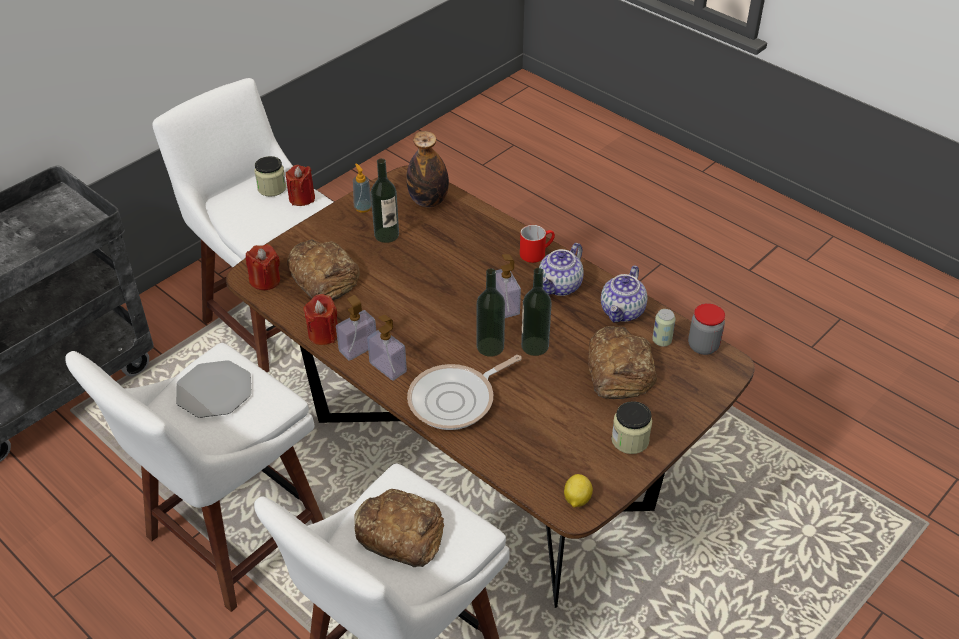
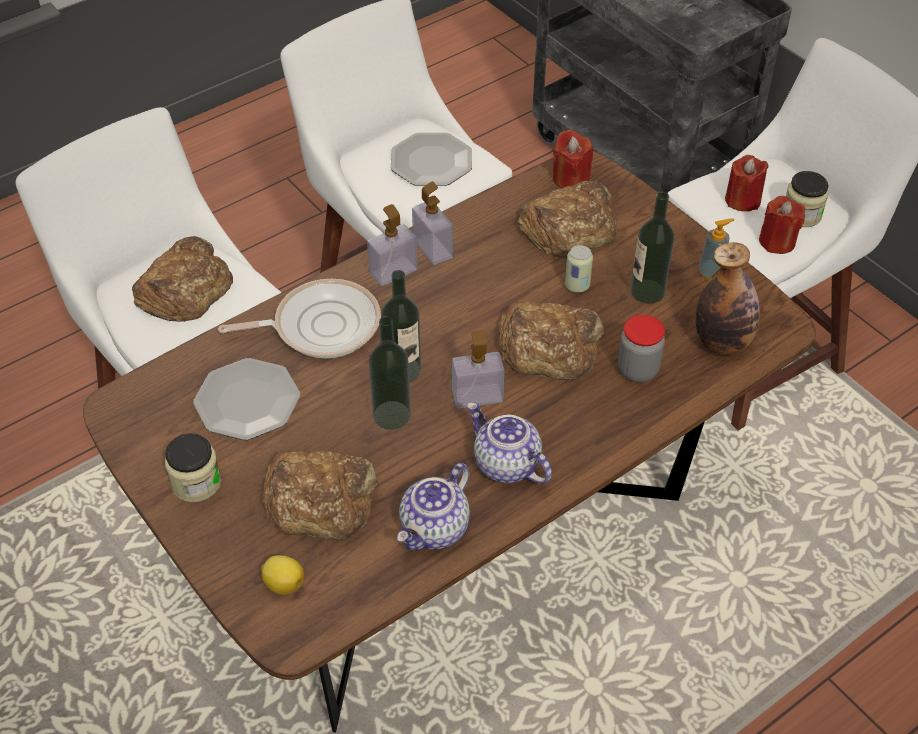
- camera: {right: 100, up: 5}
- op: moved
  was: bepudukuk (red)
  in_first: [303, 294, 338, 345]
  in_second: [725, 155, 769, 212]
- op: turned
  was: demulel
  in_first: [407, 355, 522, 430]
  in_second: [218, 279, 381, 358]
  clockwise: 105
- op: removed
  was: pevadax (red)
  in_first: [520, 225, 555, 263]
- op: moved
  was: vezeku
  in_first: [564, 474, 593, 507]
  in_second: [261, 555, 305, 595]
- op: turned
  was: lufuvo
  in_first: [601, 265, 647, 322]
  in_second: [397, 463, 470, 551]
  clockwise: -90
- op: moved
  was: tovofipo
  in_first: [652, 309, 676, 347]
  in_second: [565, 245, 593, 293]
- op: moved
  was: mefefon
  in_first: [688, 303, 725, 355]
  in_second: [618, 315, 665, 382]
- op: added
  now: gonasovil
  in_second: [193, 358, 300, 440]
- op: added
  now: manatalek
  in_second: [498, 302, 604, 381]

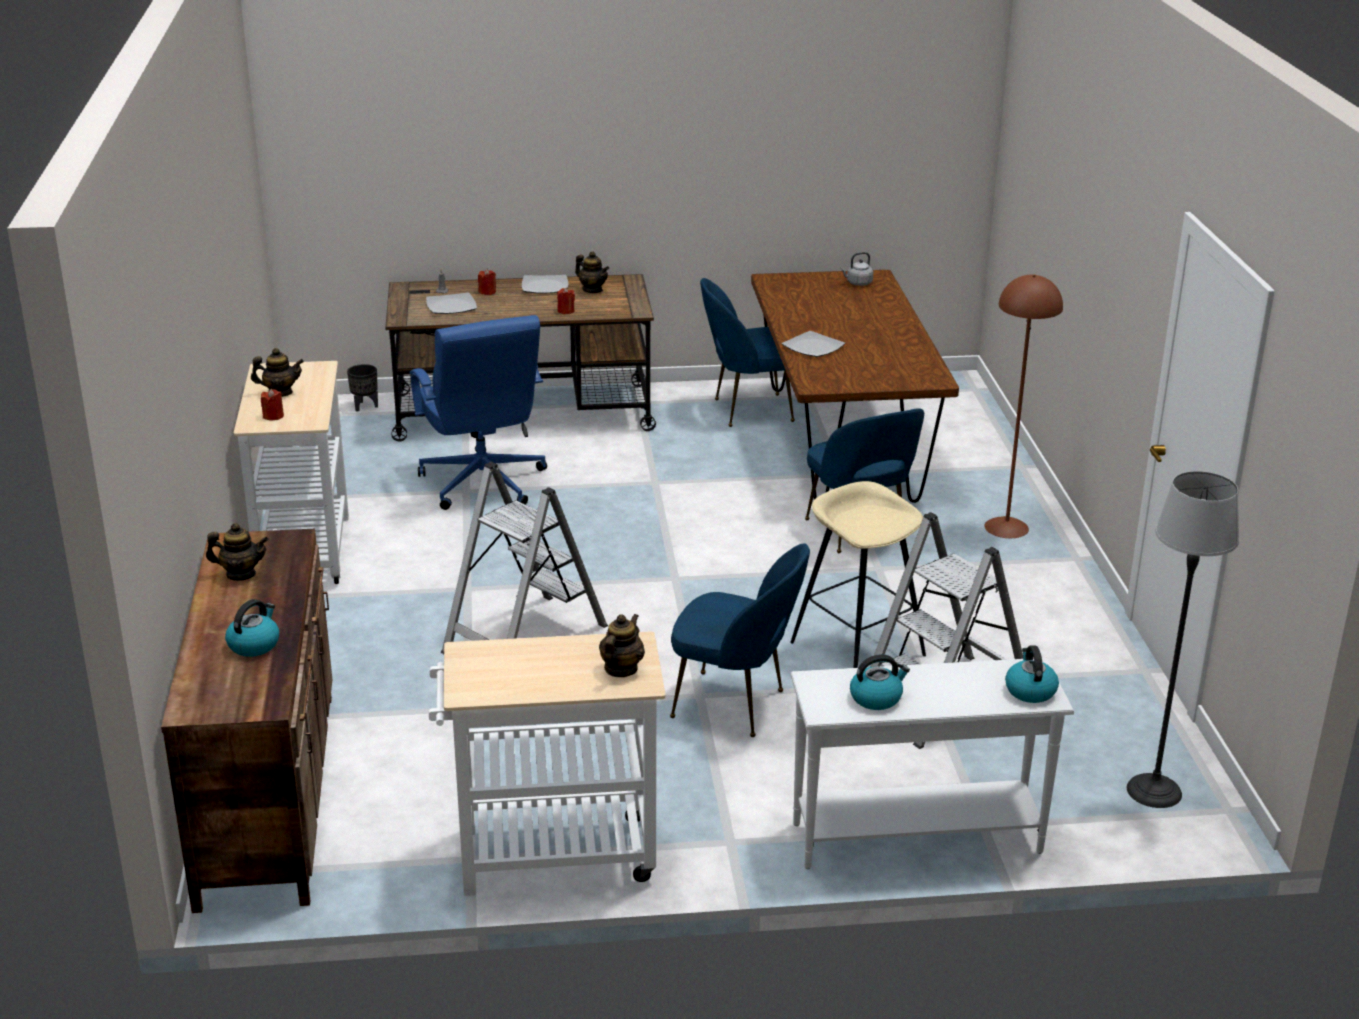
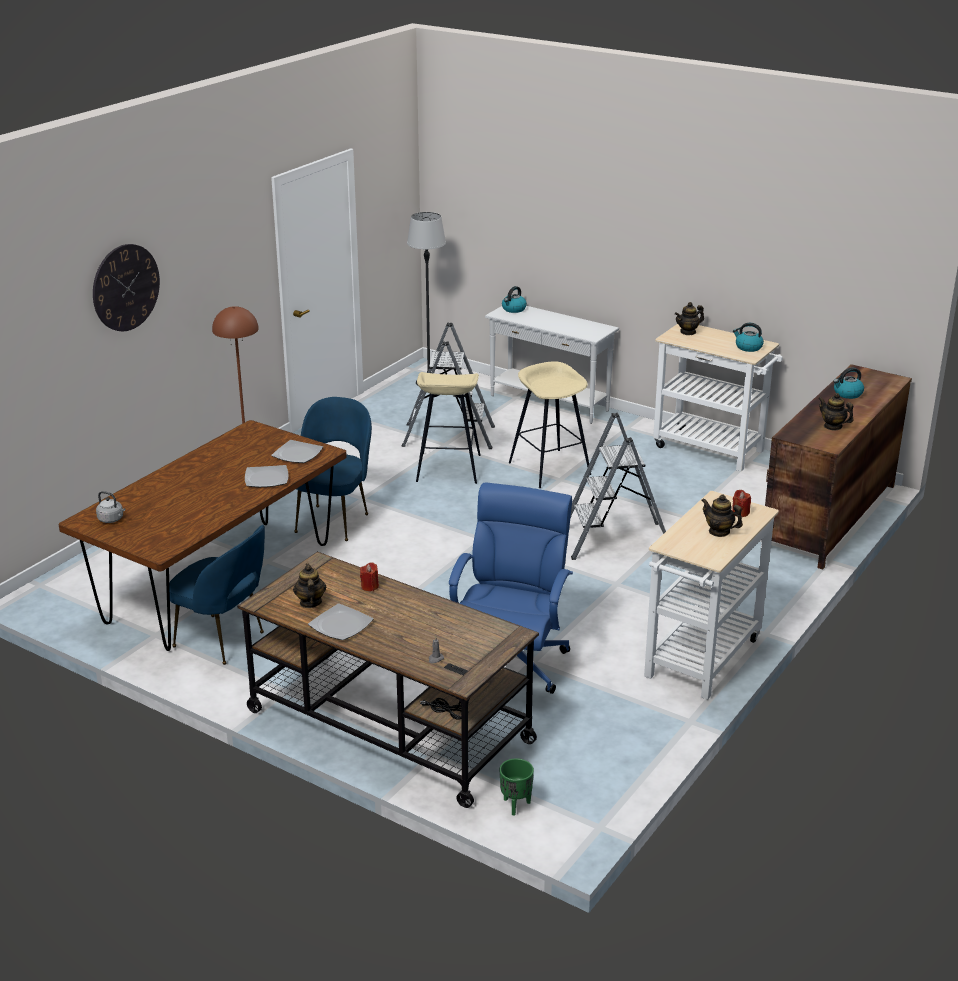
- camera: {right: -140, up: 0}
- op: recoloured
  was: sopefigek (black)
  now: sopefigek (green)
  in_first: [347, 364, 378, 412]
  in_second: [499, 758, 534, 816]
- op: moved
  was: gonasovil
  in_first: [426, 293, 477, 314]
  in_second: [271, 440, 323, 463]
- op: removed
  was: bepudukuk (red)
  in_first: [478, 269, 496, 295]
- op: replaced
  was: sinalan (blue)
  now: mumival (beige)
  in_first: [670, 543, 810, 737]
  in_second: [509, 361, 591, 488]
- op: moved
  was: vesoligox
  in_first: [850, 654, 910, 710]
  in_second: [733, 323, 764, 352]
- op: added
  now: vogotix
  in_second: [93, 244, 160, 331]

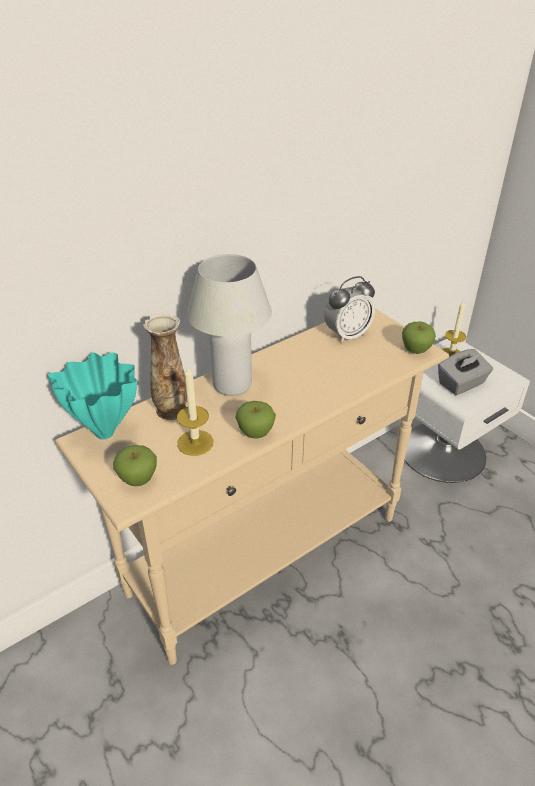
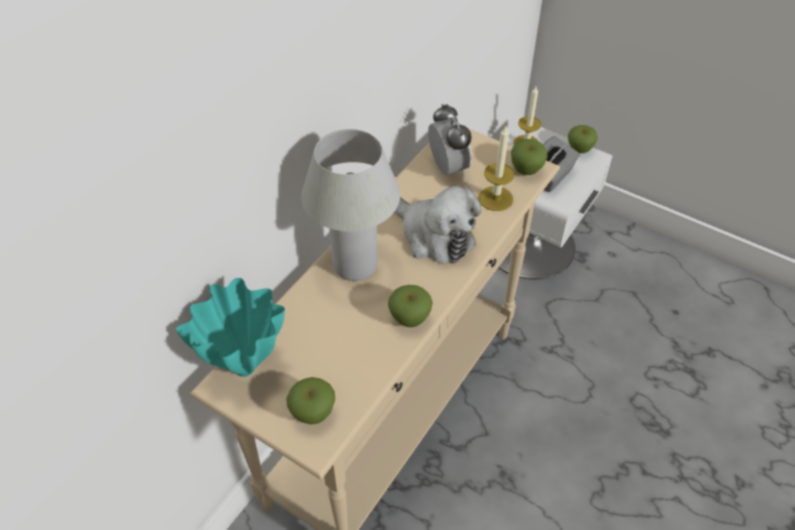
- camera: {right: -20, up: 10}
- op: removed
  was: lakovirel
  in_first: [143, 313, 187, 420]
- op: moved
  was: bepudukuk
  in_first: [177, 366, 213, 456]
  in_second: [479, 125, 515, 211]
- op: turned
  was: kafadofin
  in_first: [324, 276, 375, 343]
  in_second: [428, 104, 472, 176]
  clockwise: -60
- op: added
  now: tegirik
  in_second: [394, 186, 482, 264]
- op: added
  now: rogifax
  in_second: [568, 125, 598, 153]

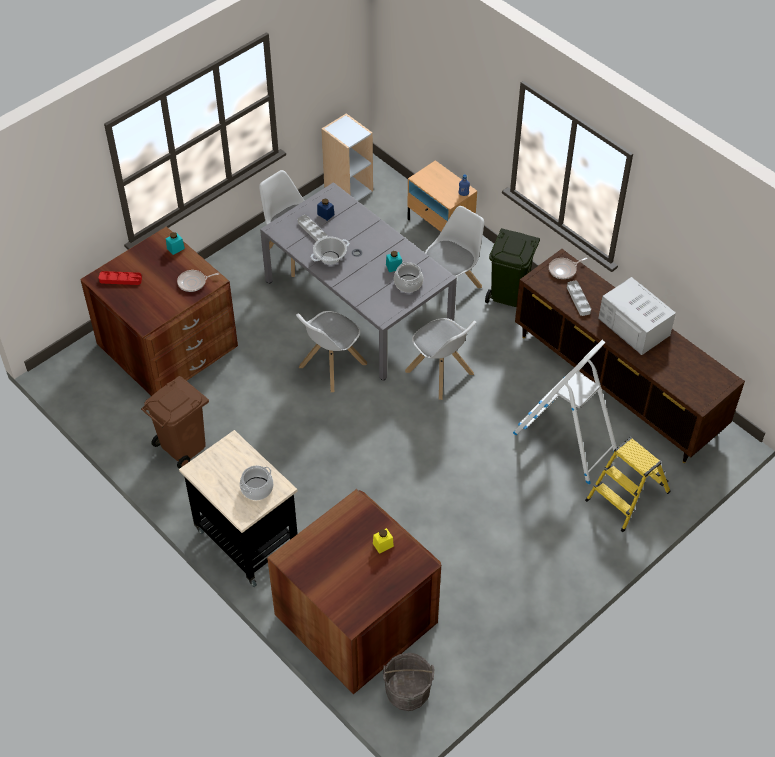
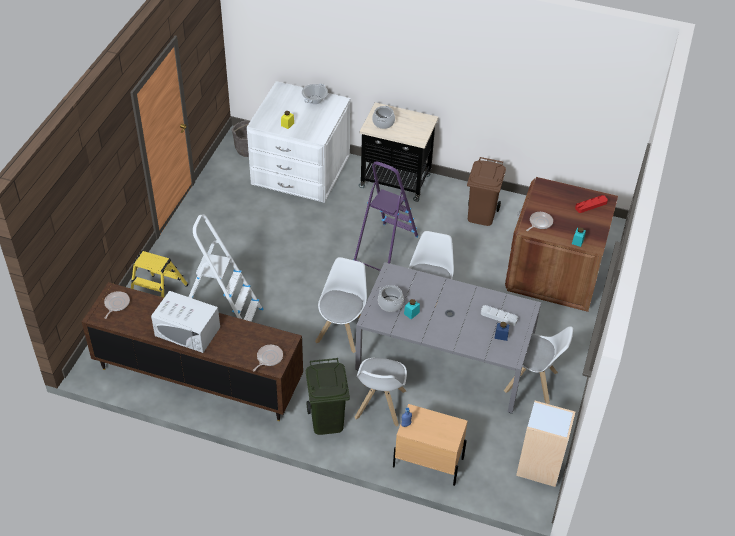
- camera: {right: 150, up: -5}
- op: recoloured
  was: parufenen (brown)
  now: parufenen (white)
  in_first: [267, 489, 441, 694]
  in_second: [247, 81, 351, 203]
- op: moved
  was: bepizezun
  in_first: [310, 236, 350, 265]
  in_second: [302, 84, 328, 104]
- op: turned
  was: sinalan
  in_first: [405, 318, 476, 400]
  in_second: [315, 257, 367, 353]
  clockwise: 90
- op: removed
  was: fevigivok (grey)
  in_first: [567, 281, 591, 316]
- op: added
  now: demulel
  in_second: [104, 291, 130, 319]
- op: added
  now: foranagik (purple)
  in_second: [353, 161, 418, 271]

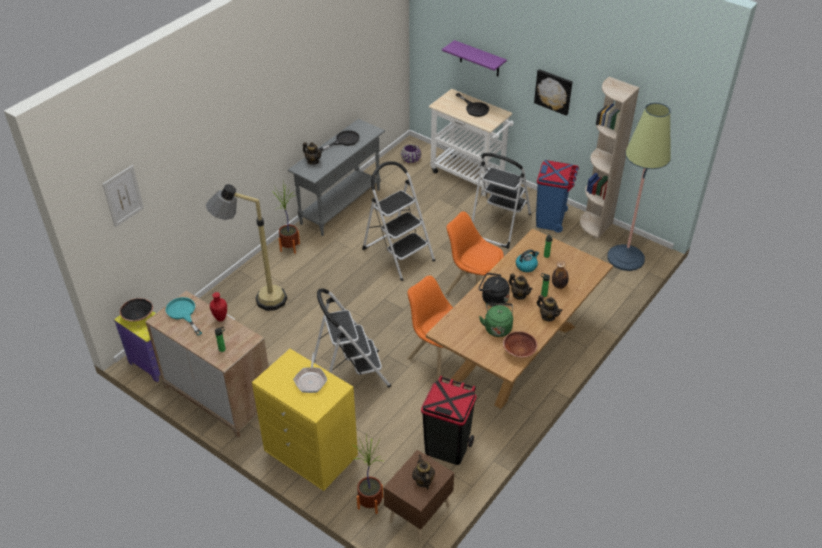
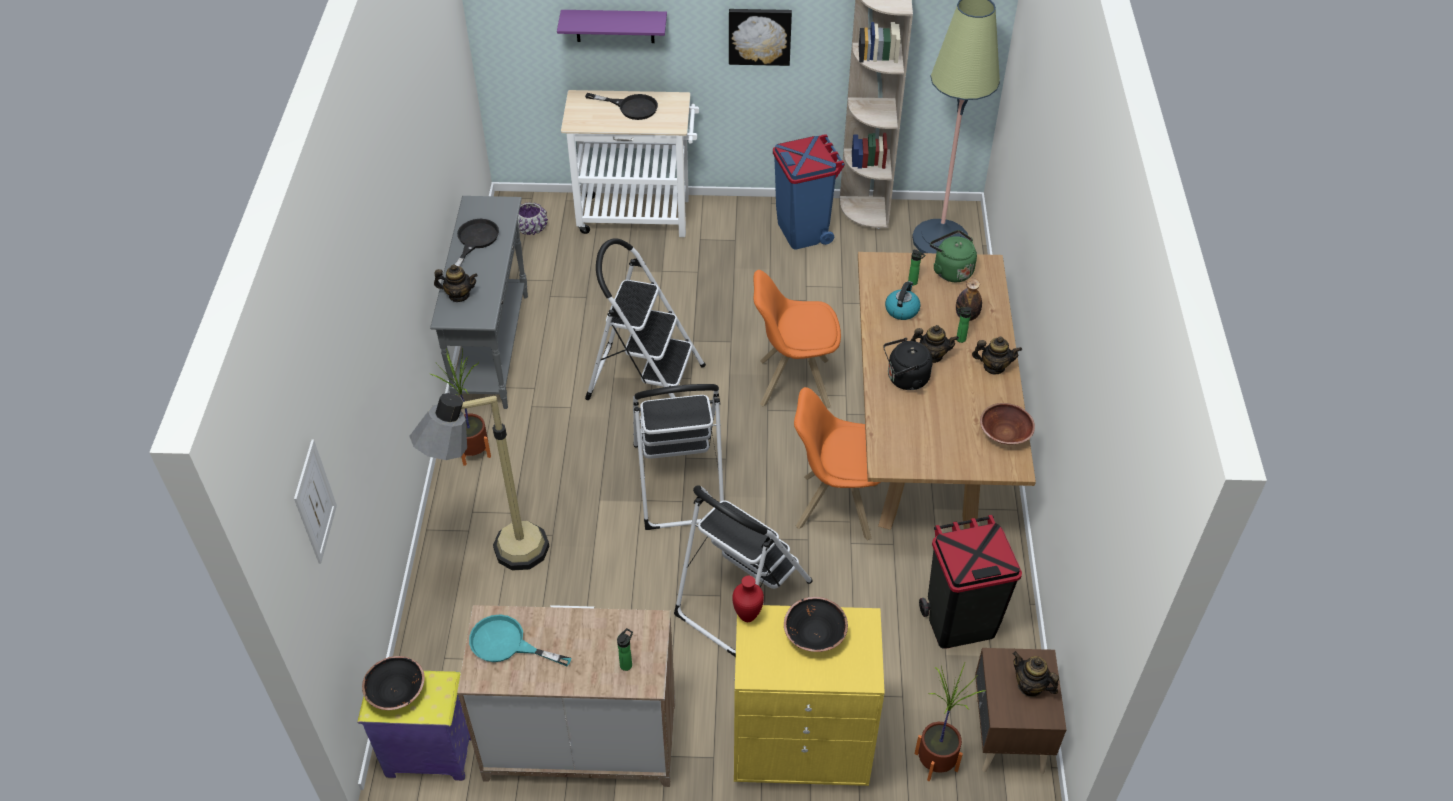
- camera: {right: -35, up: 5}
- op: moved
  was: lakovirel (red)
  in_first: [210, 292, 227, 322]
  in_second: [732, 576, 764, 622]
- op: replaced
  was: demulel
  now: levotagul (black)
  in_first: [293, 353, 327, 393]
  in_second: [784, 597, 848, 652]
- op: moved
  was: foranagik
  in_first: [472, 153, 531, 249]
  in_second: [633, 384, 724, 530]
- op: moved
  was: vesoligox (green)
  in_first: [479, 303, 513, 337]
  in_second: [930, 230, 977, 282]

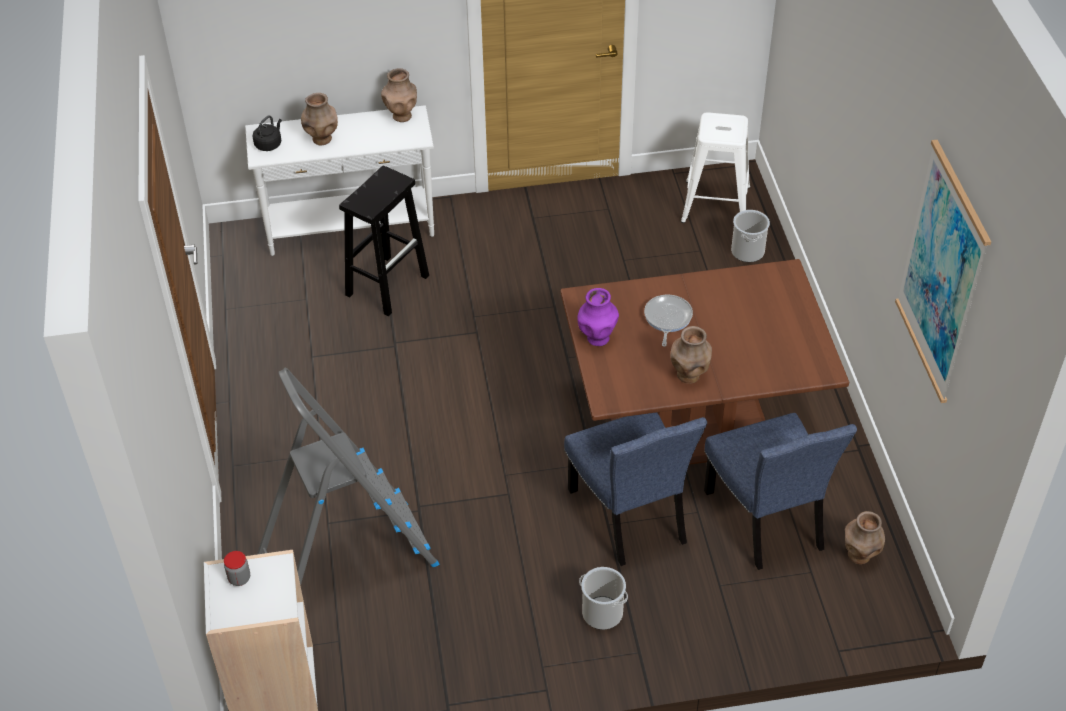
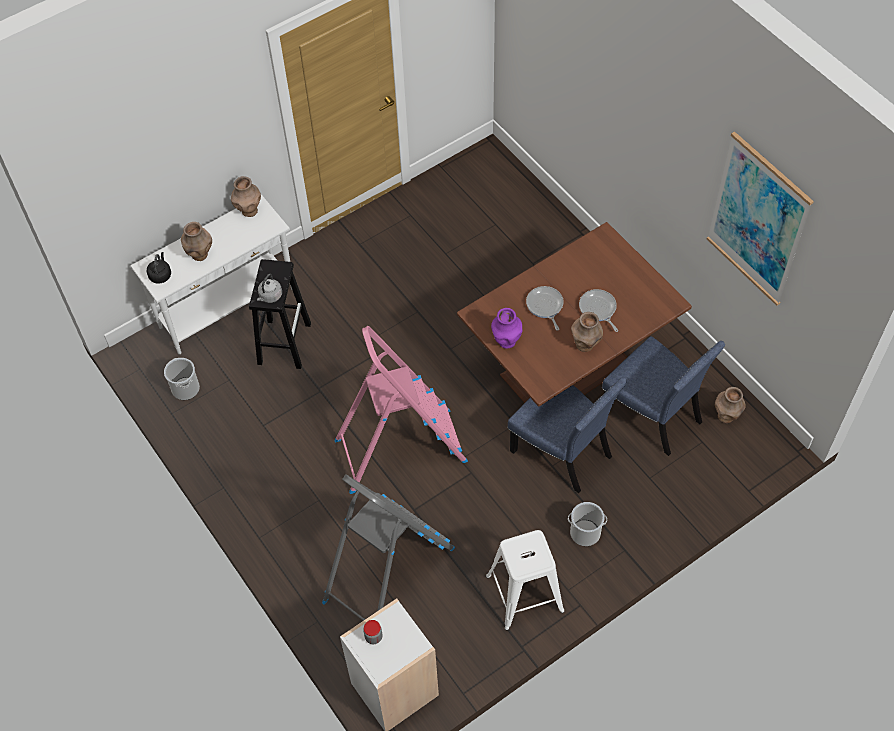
- camera: {right: -25, up: 10}
- op: moved
  was: mumival (white)
  in_first: [681, 112, 750, 223]
  in_second: [486, 530, 565, 630]
- op: moved
  was: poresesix
  in_first: [731, 210, 770, 262]
  in_second: [164, 358, 200, 400]
- op: added
  now: vesoligox (grey)
  in_second: [257, 274, 282, 303]
- op: added
  now: foranagik (pink)
  in_second: [334, 326, 468, 494]
- op: added
  now: demulel
  in_second: [579, 289, 618, 332]

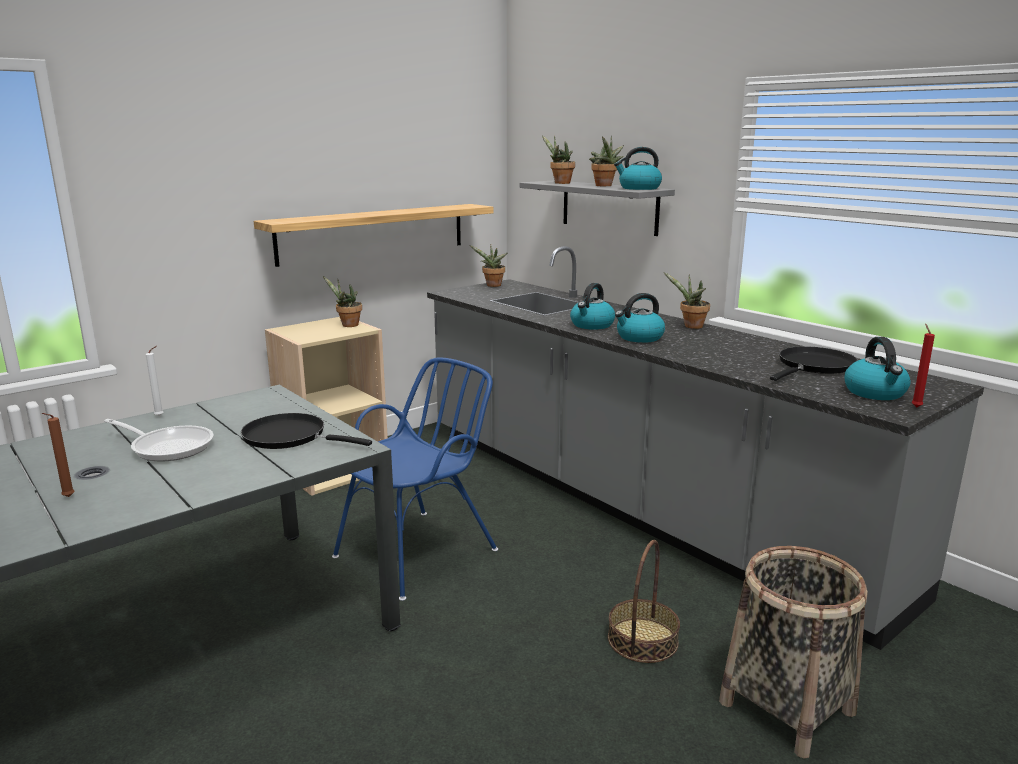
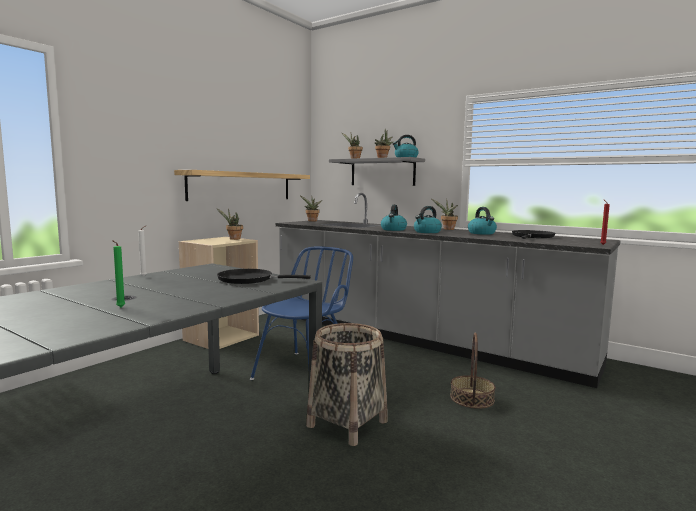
- camera: {right: -15, up: -10}
- op: recoloured
  was: bepudukuk (brown)
  now: bepudukuk (green)
  in_first: [42, 413, 75, 497]
  in_second: [112, 240, 125, 307]
- op: removed
  was: demulel
  in_first: [104, 419, 214, 462]
- op: moved
  was: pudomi
  in_first: [719, 546, 867, 758]
  in_second: [306, 323, 388, 446]
- op: moved
  was: vesoligox
  in_first: [845, 337, 911, 400]
  in_second: [468, 207, 497, 235]

